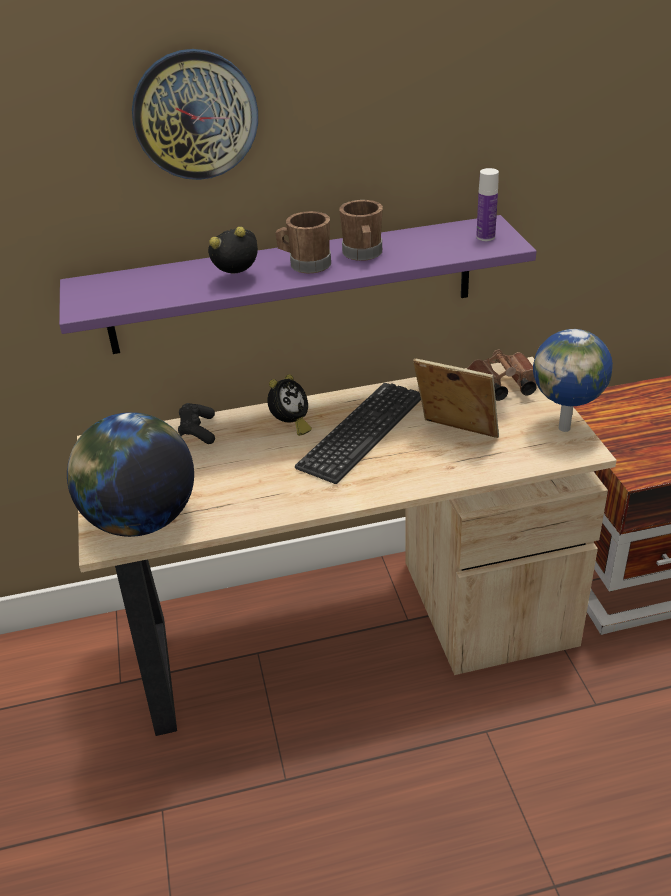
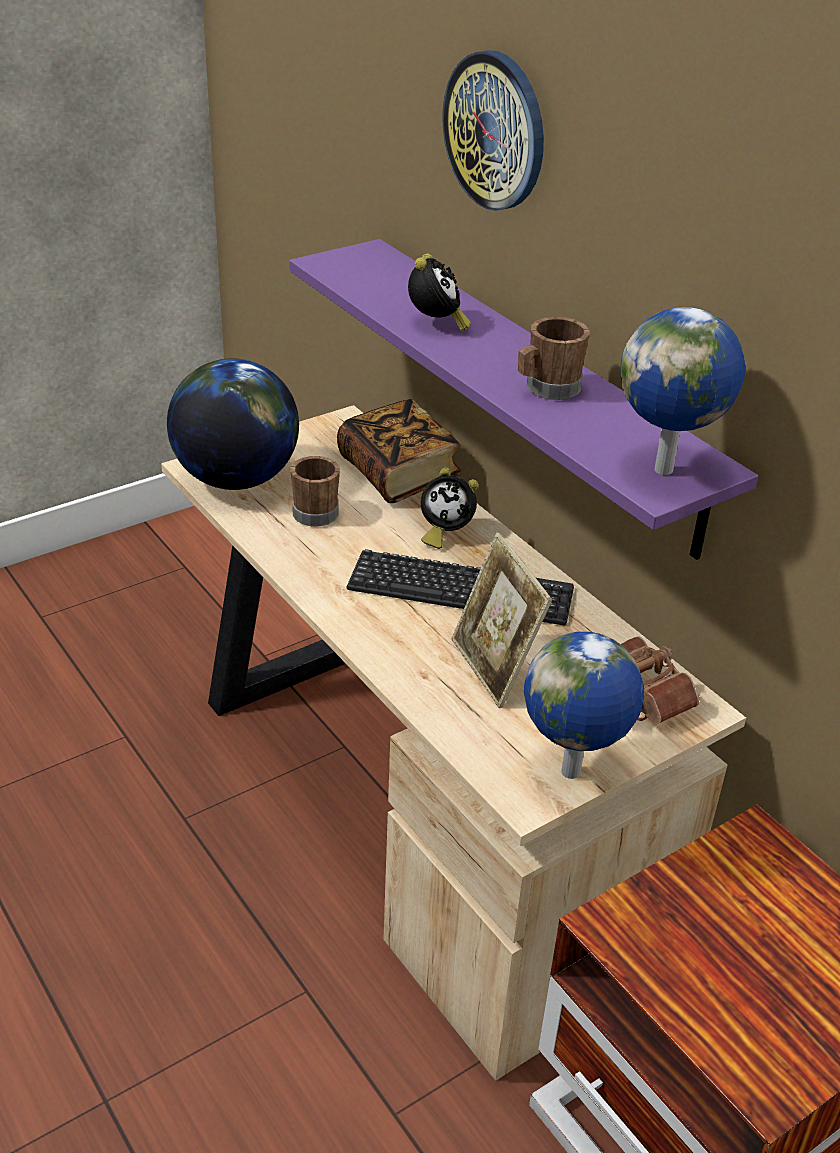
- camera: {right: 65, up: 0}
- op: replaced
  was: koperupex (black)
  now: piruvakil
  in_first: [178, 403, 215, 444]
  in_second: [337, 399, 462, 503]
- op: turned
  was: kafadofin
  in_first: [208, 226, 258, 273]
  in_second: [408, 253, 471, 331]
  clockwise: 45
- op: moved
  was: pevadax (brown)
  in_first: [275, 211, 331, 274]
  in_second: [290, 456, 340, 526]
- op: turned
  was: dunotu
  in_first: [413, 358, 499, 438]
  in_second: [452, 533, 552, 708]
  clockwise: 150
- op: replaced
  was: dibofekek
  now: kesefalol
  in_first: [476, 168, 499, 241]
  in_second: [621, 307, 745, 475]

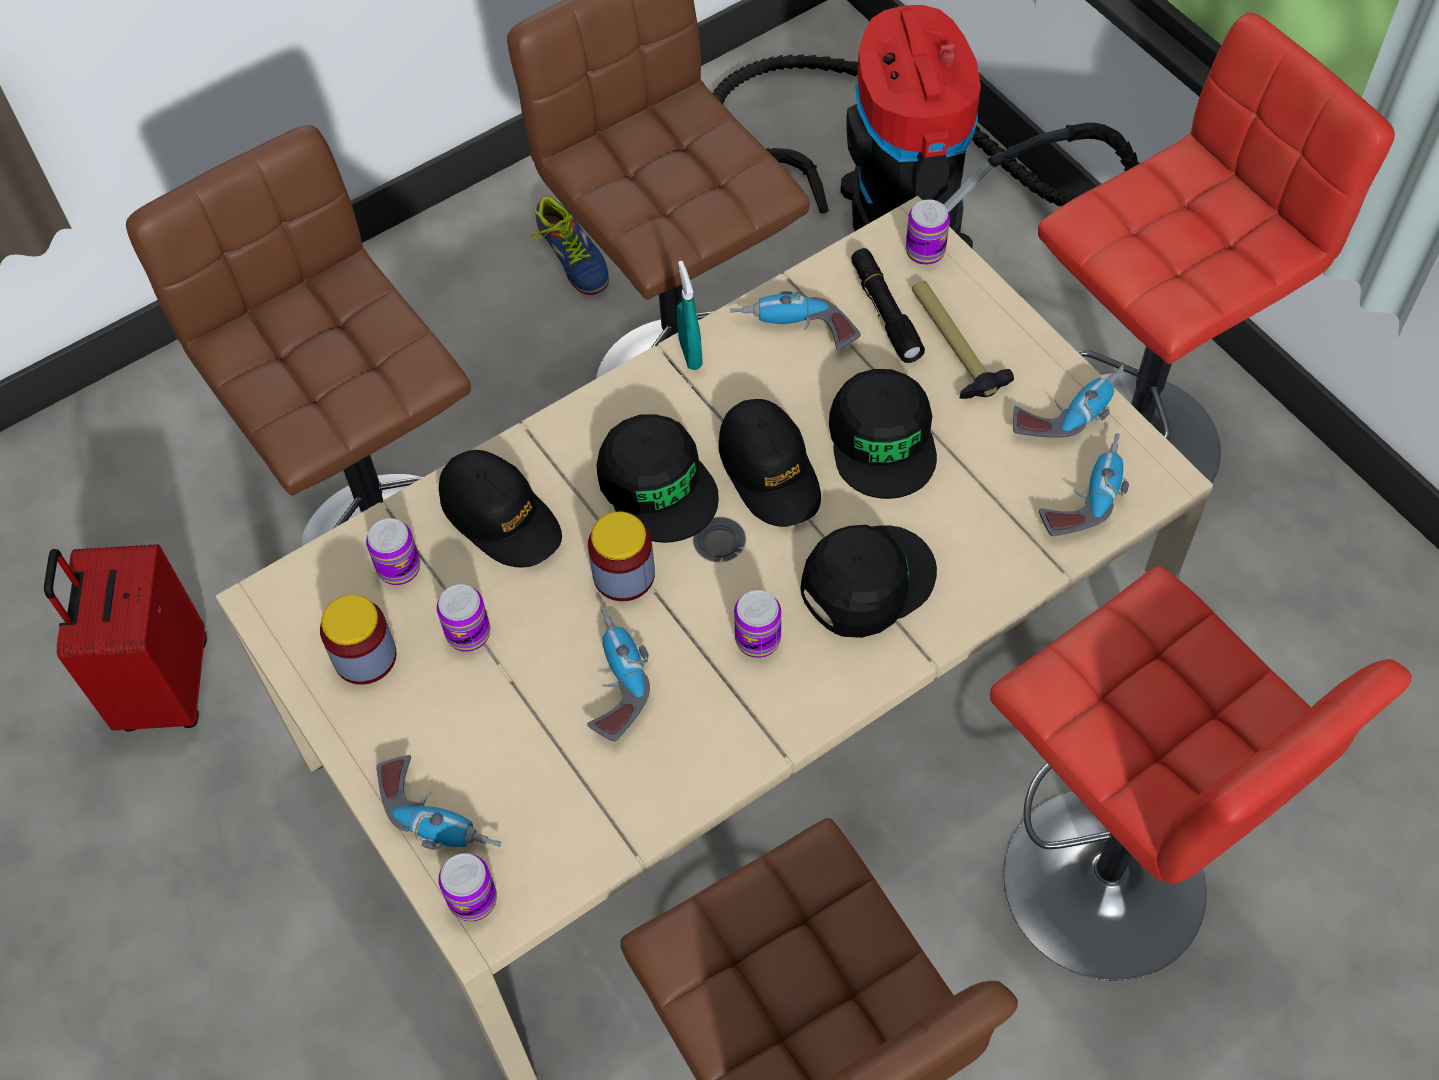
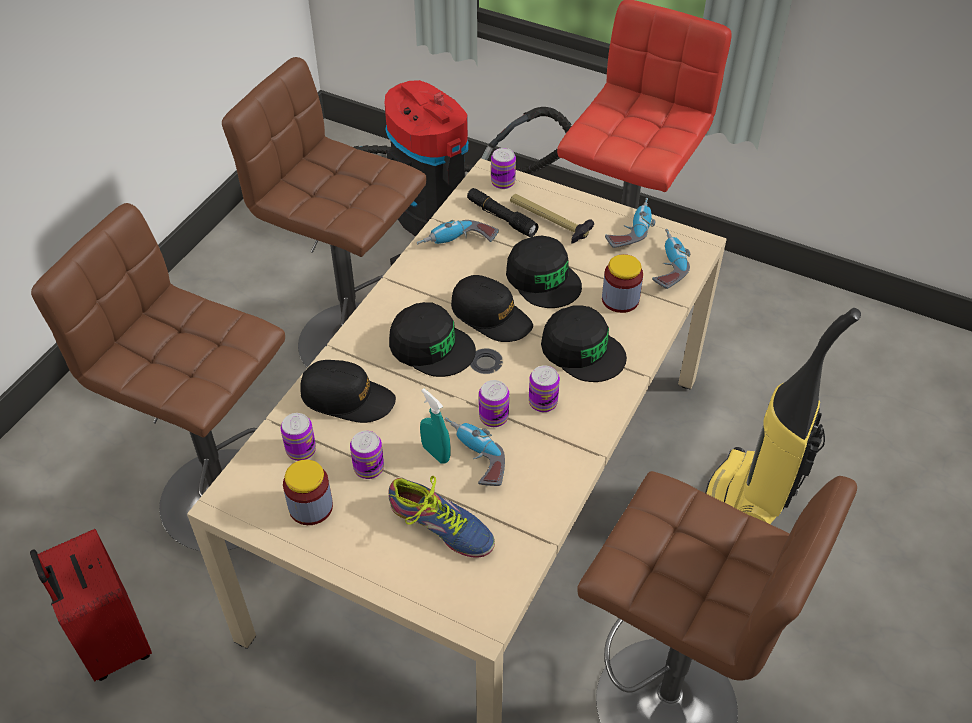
- camera: {right: -30, up: -10}
- op: removed
  was: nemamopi
  in_first: [376, 755, 501, 850]
- op: moved
  was: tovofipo
  in_first: [438, 853, 497, 922]
  in_second: [479, 380, 509, 427]
- op: moved
  was: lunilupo
  in_first: [529, 196, 609, 295]
  in_second: [389, 476, 495, 558]
- op: moved
  was: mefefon
  in_first: [588, 512, 655, 601]
  in_second: [602, 254, 643, 313]
- op: moved
  was: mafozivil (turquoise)
  in_first: [676, 261, 702, 370]
  in_second: [420, 388, 451, 464]
- op: turned
  was: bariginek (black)
  in_first: [800, 525, 937, 638]
  in_second: [541, 305, 627, 382]
  clockwise: 105
- op: replaced
  was: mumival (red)
  now: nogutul
  in_first: [990, 566, 1412, 980]
  in_second: [705, 308, 861, 524]

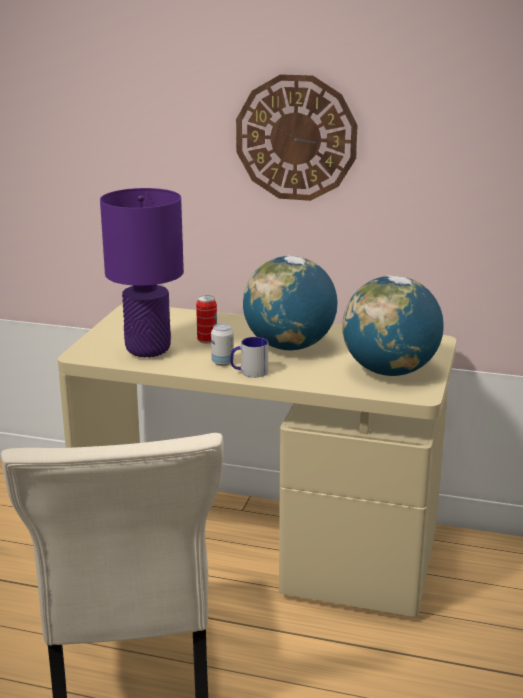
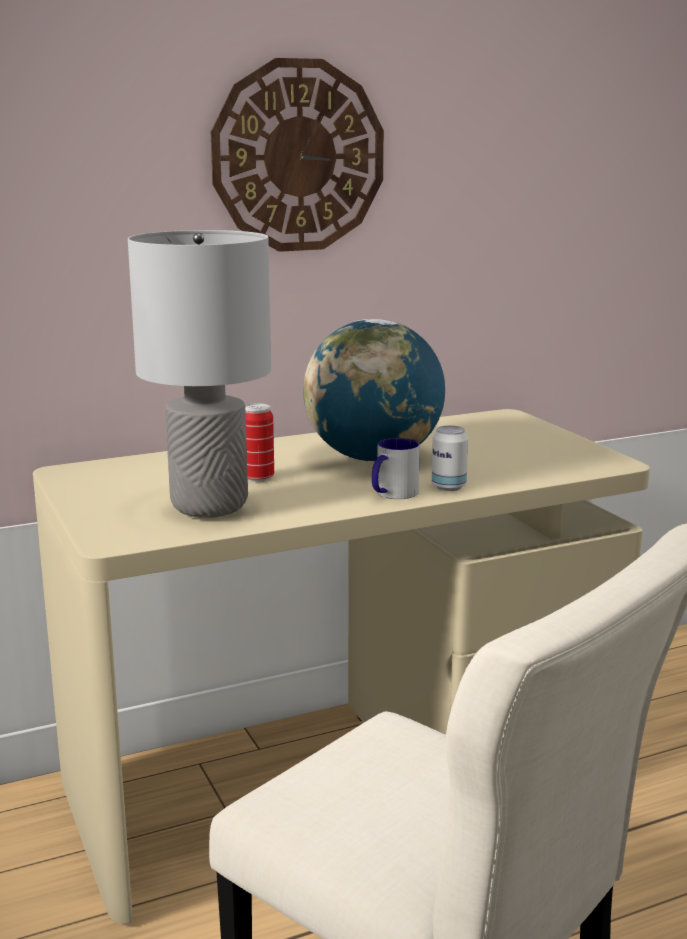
- camera: {right: -40, up: -5}
- op: recoloured
  was: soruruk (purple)
  now: soruruk (grey)
  in_first: [100, 188, 184, 358]
  in_second: [128, 230, 271, 518]
- op: moved
  was: tovofipo
  in_first: [211, 324, 234, 366]
  in_second: [432, 425, 468, 491]
- op: removed
  was: kesefalol
  in_first: [342, 275, 444, 376]

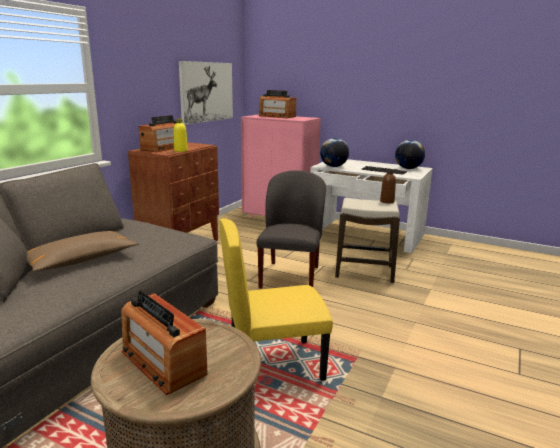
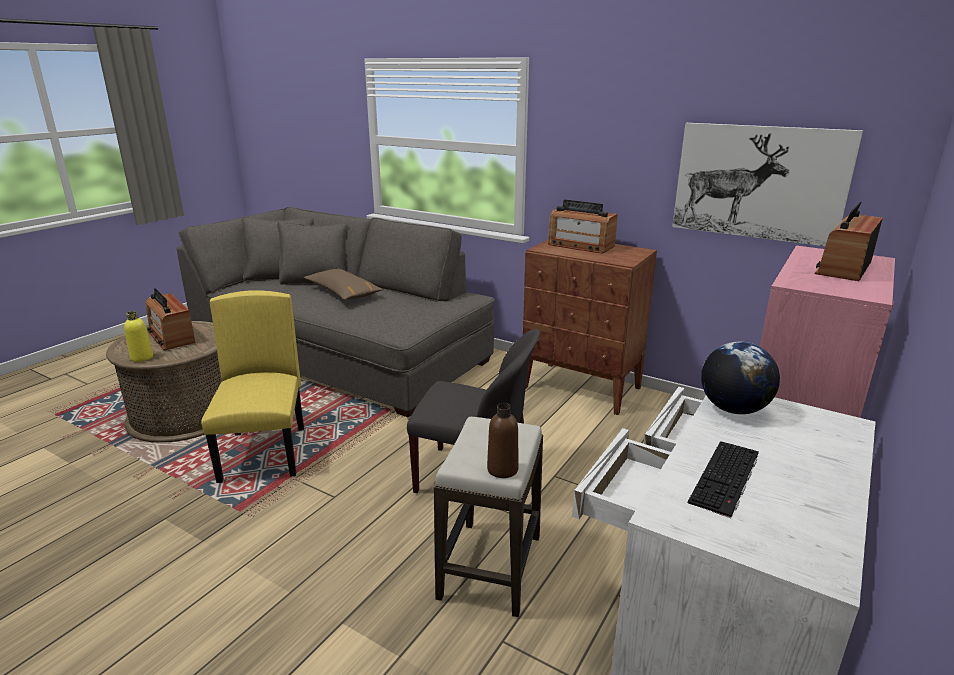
- camera: {right: 95, up: 5}
- op: turned
  was: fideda
  in_first: [121, 290, 208, 395]
  in_second: [145, 288, 196, 351]
  clockwise: -90
- op: moved
  was: dibofekek (yellow)
  in_first: [174, 119, 188, 152]
  in_second: [124, 311, 153, 362]
- op: removed
  was: kesefalol
  in_first: [395, 140, 425, 169]

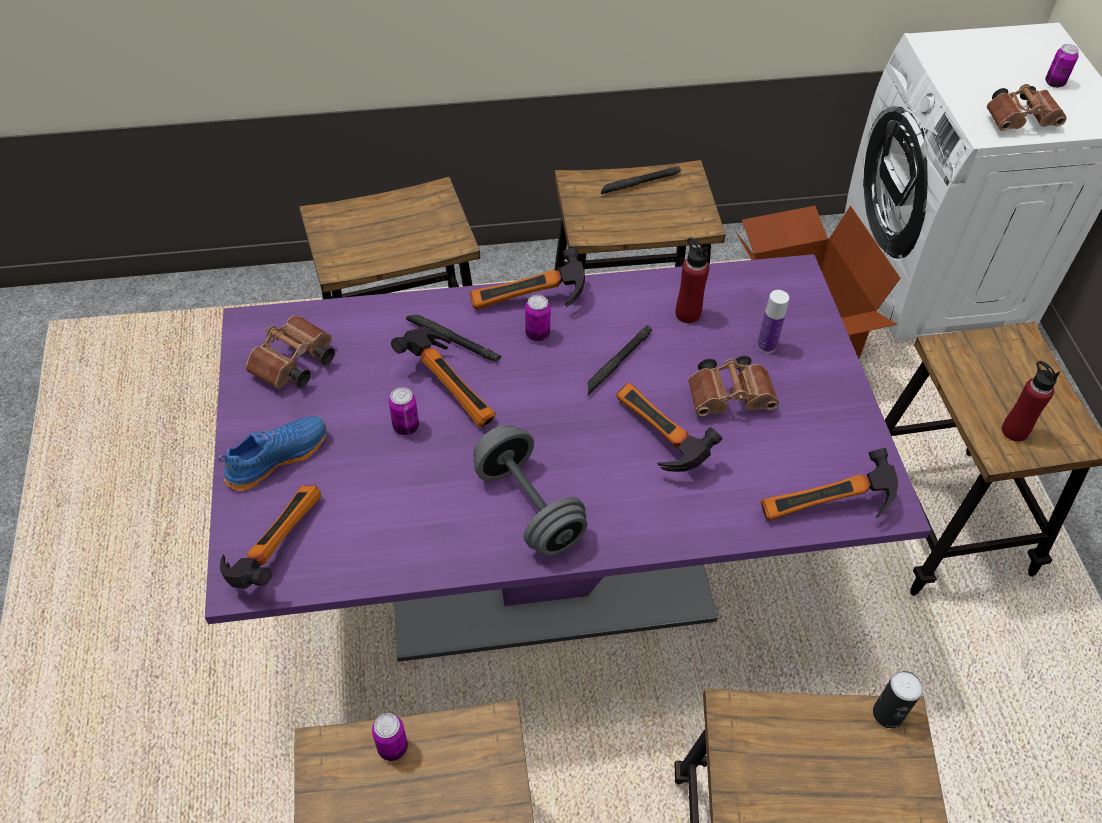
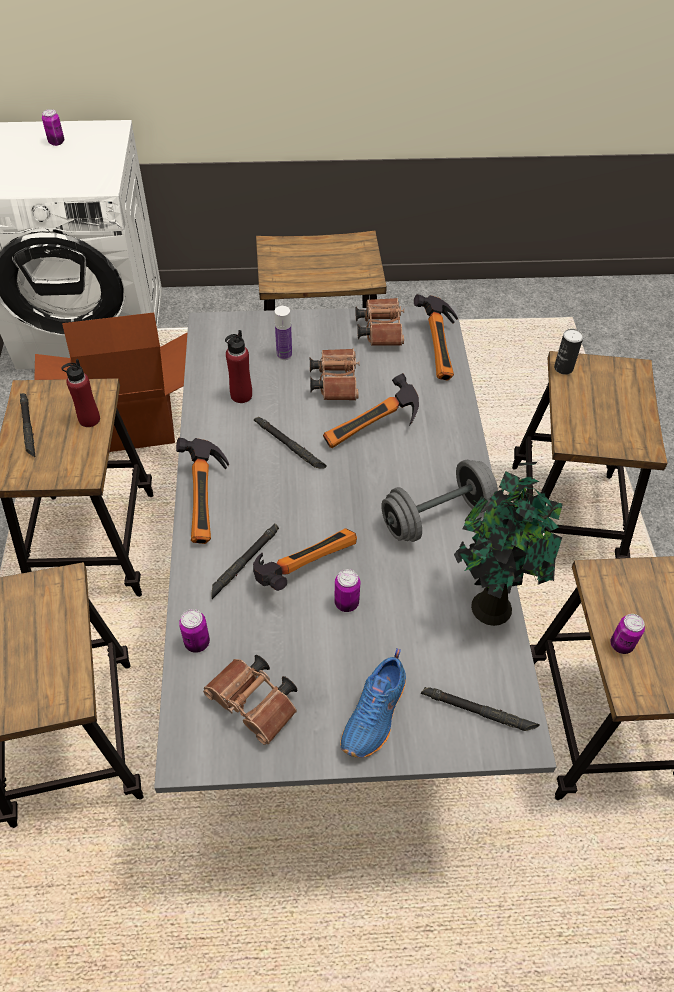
- camera: {right: -85, up: 0}
- op: recoloured
  was: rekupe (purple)
  now: rekupe (grey)
  in_first: [205, 254, 931, 662]
  in_second: [154, 305, 556, 793]
- op: turned
  was: lunilupo (blue)
  in_first: [217, 416, 327, 491]
  in_second: [340, 648, 406, 758]
  clockwise: -120
- op: replaced
  was: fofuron
  now: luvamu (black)
  in_first: [220, 485, 321, 589]
  in_second: [421, 687, 540, 731]
- op: moved
  was: tovofipo
  in_first: [525, 295, 551, 341]
  in_second: [179, 609, 210, 653]
- op: moved
  was: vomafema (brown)
  in_first: [987, 84, 1067, 131]
  in_second: [355, 298, 404, 346]
- op: moved
  was: dibofekek (red)
  in_first: [1002, 361, 1060, 442]
  in_second: [61, 359, 100, 427]
- op: added
  now: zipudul
  in_second: [454, 462, 563, 626]

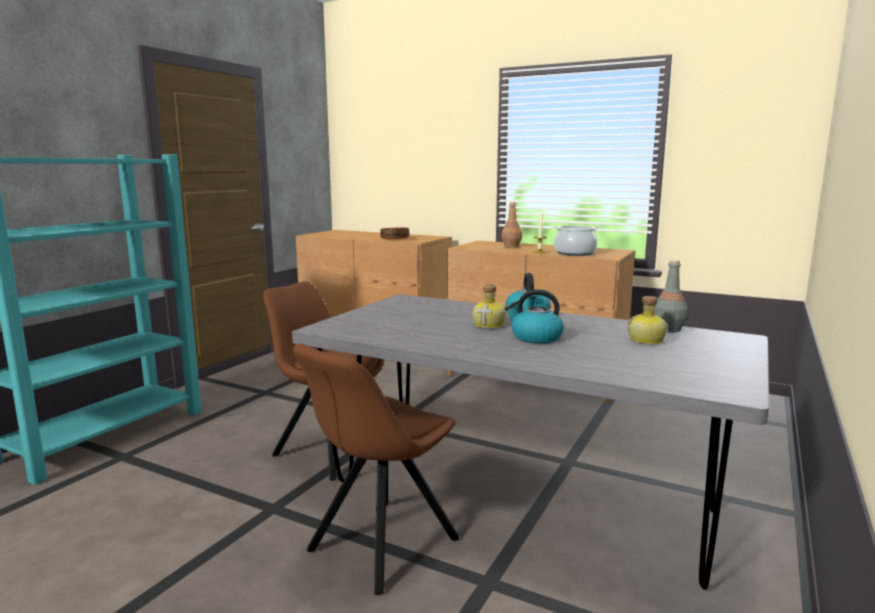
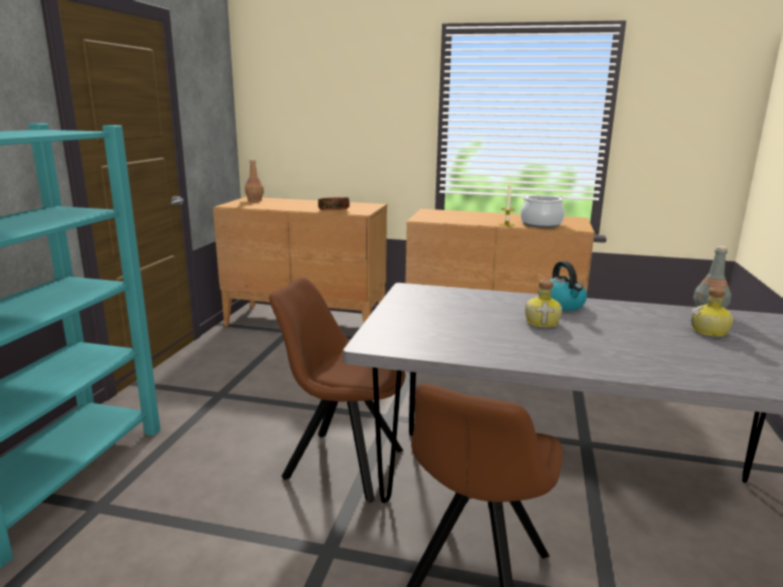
- camera: {right: -15, up: 5}
- op: moved
  was: dibofekek (brown)
  in_first: [501, 202, 522, 248]
  in_second: [245, 159, 264, 201]
- op: removed
  was: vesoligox
  in_first: [505, 289, 564, 343]

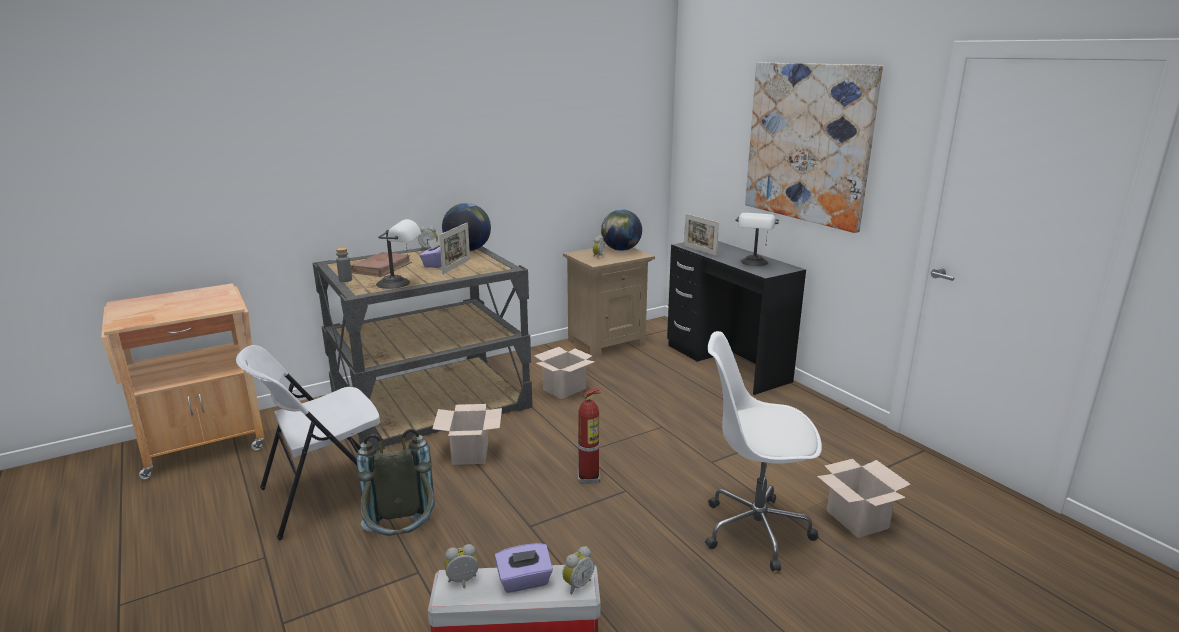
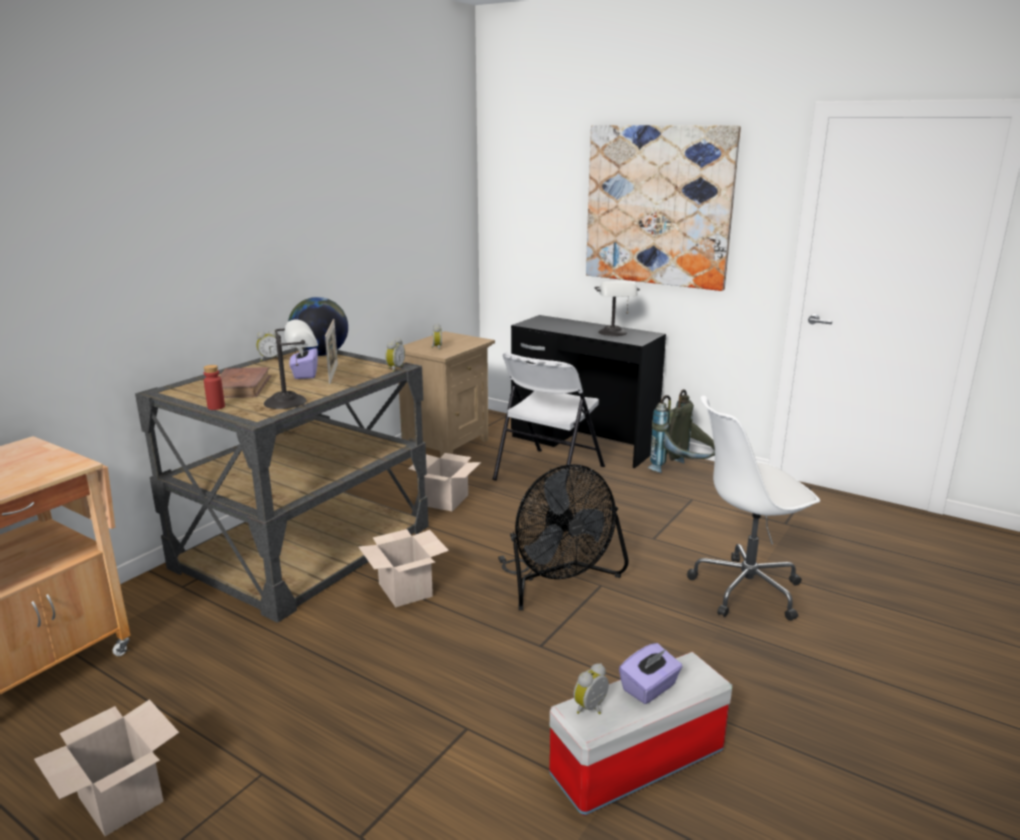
- camera: {right: -25, up: 0}
- op: moved
  was: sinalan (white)
  in_first: [236, 345, 380, 541]
  in_second: [492, 352, 605, 484]
- op: recoloured
  was: dibofekek (grey)
  now: dibofekek (red)
  in_first: [336, 248, 352, 282]
  in_second: [203, 365, 225, 410]
- op: moved
  was: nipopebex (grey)
  in_first: [356, 429, 435, 536]
  in_second: [648, 389, 715, 473]
- op: moved
  was: kafadofin
  in_first: [563, 546, 594, 594]
  in_second: [385, 337, 405, 372]
- op: replaced
  was: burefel
  now: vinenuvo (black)
  in_first: [577, 388, 601, 484]
  in_second: [498, 464, 629, 610]
- op: removed
  was: kesefalol
  in_first: [601, 210, 642, 251]
- op: removed
  was: dunotu
  in_first: [684, 214, 719, 256]
- op: moved
  was: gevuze
  in_first: [817, 459, 911, 538]
  in_second: [34, 699, 179, 836]

